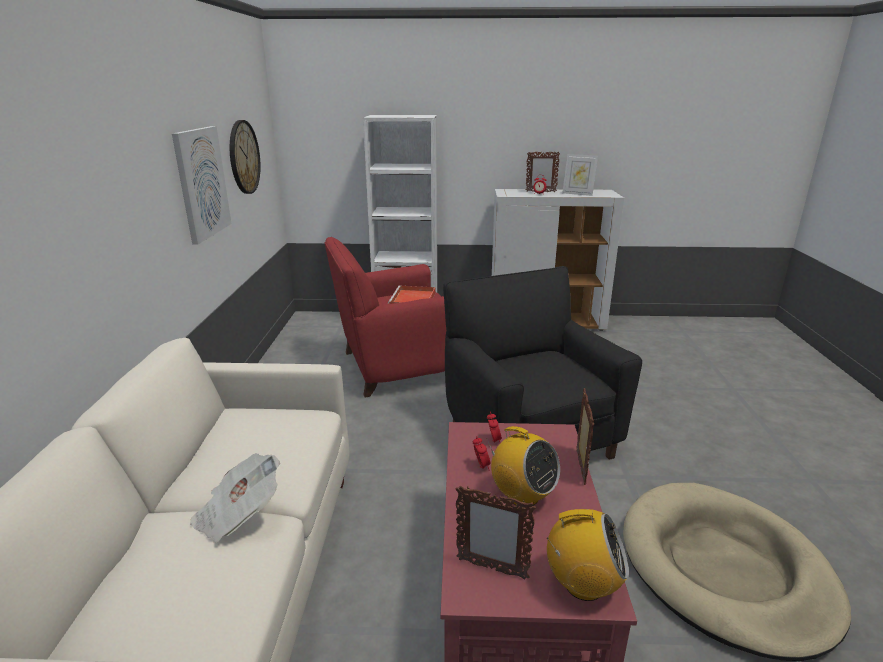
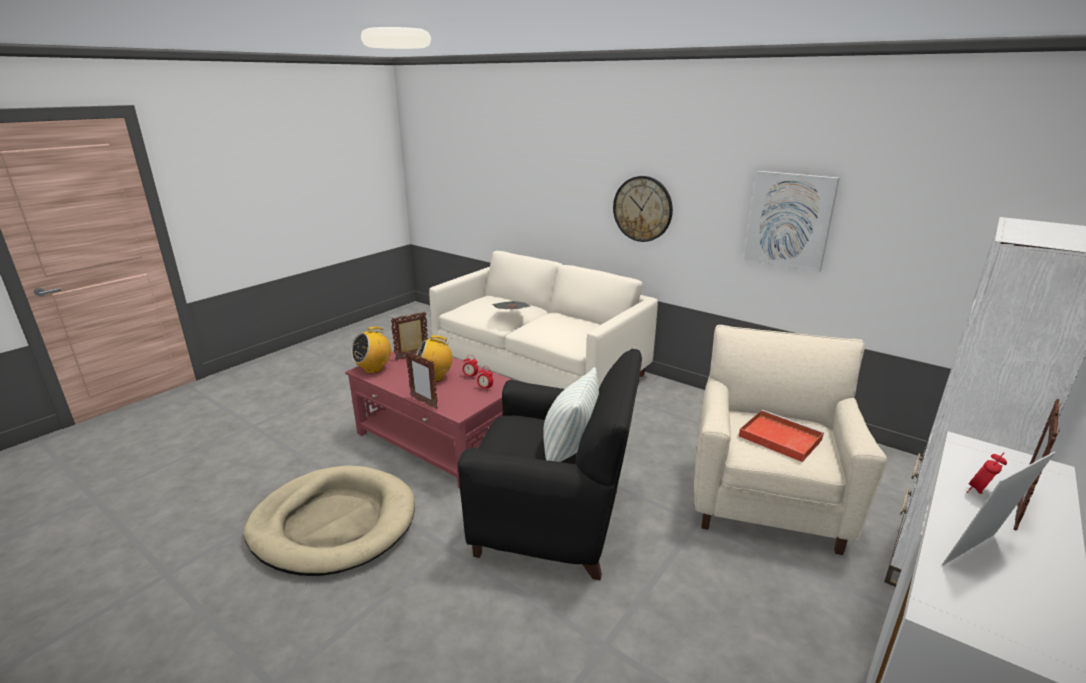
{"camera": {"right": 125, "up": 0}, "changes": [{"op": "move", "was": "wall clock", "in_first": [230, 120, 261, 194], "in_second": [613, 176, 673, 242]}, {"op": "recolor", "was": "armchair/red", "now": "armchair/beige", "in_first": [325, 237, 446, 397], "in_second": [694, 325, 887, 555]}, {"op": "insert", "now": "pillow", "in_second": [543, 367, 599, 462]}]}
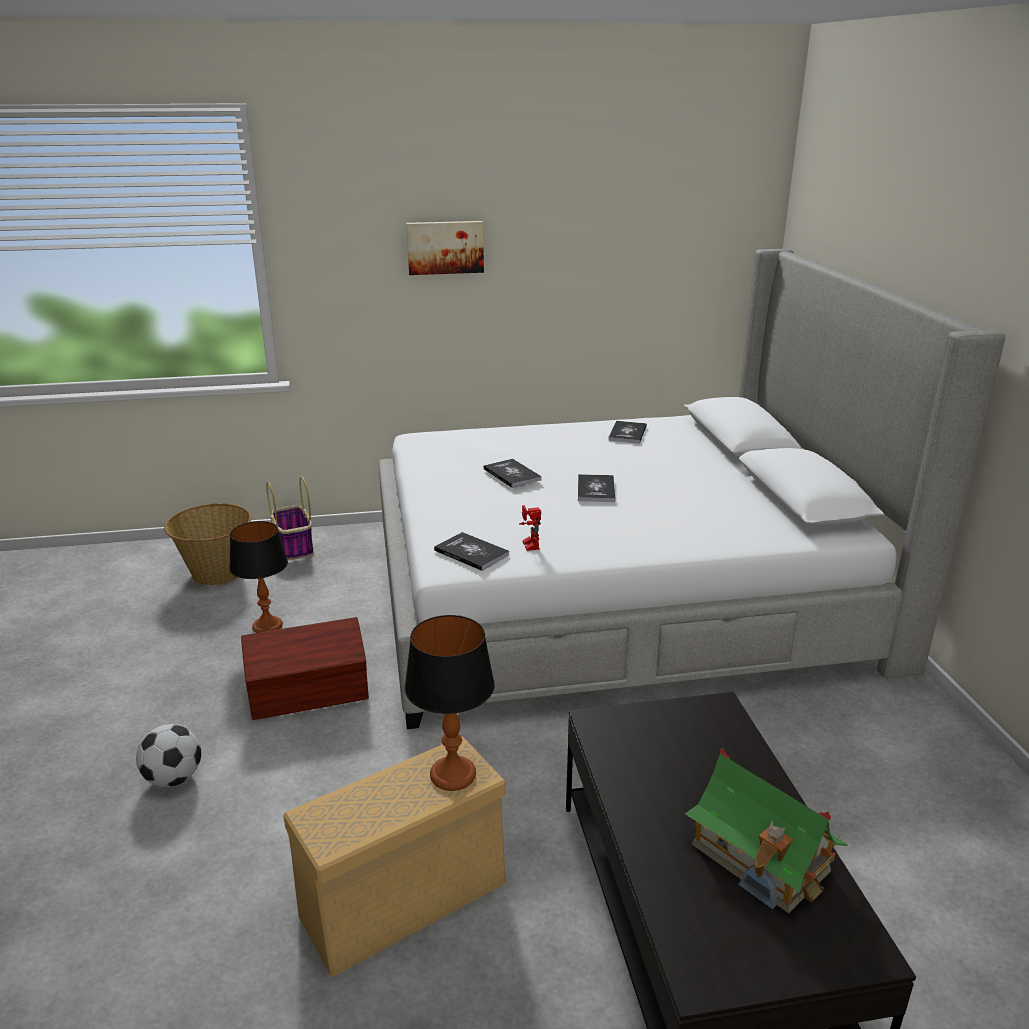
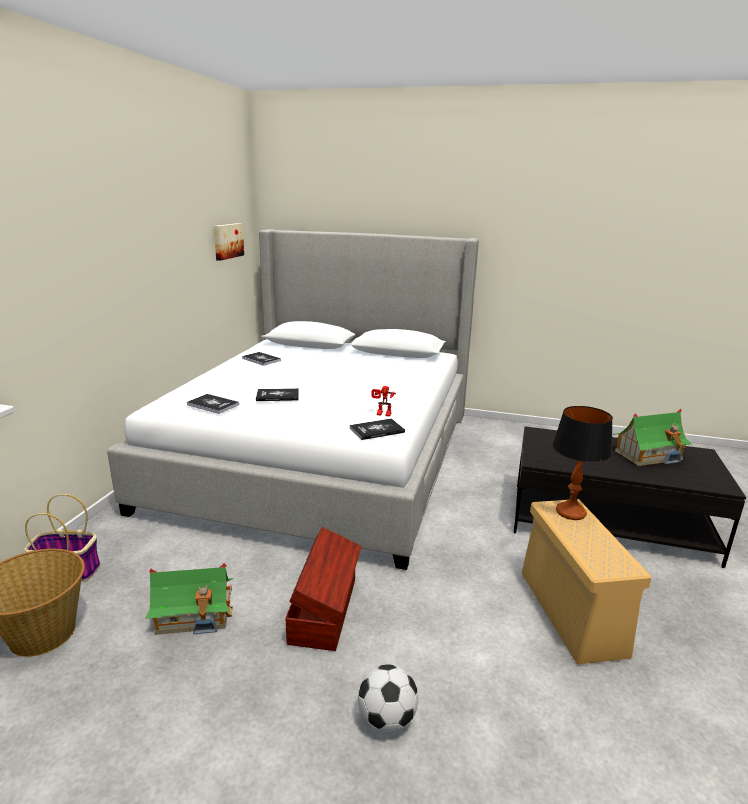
{"camera": {"right": -65, "up": -5}, "changes": [{"op": "move", "was": "picture", "in_first": [406, 221, 484, 275], "in_second": [214, 223, 244, 261]}, {"op": "move", "was": "book", "in_first": [578, 474, 615, 502], "in_second": [187, 394, 239, 414]}, {"op": "replace", "was": "table lamp", "now": "toy house", "in_first": [229, 521, 288, 633], "in_second": [145, 563, 233, 635]}]}
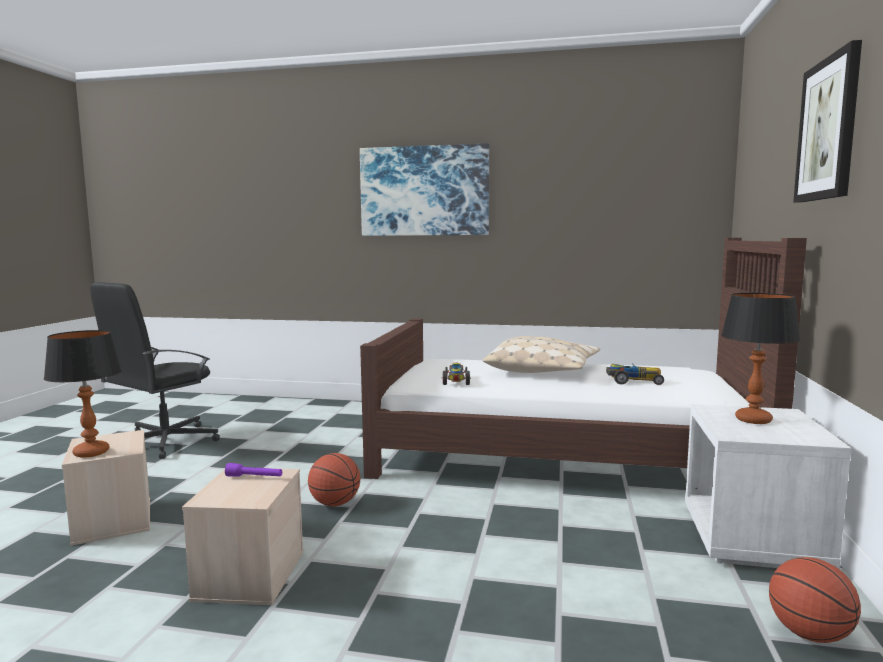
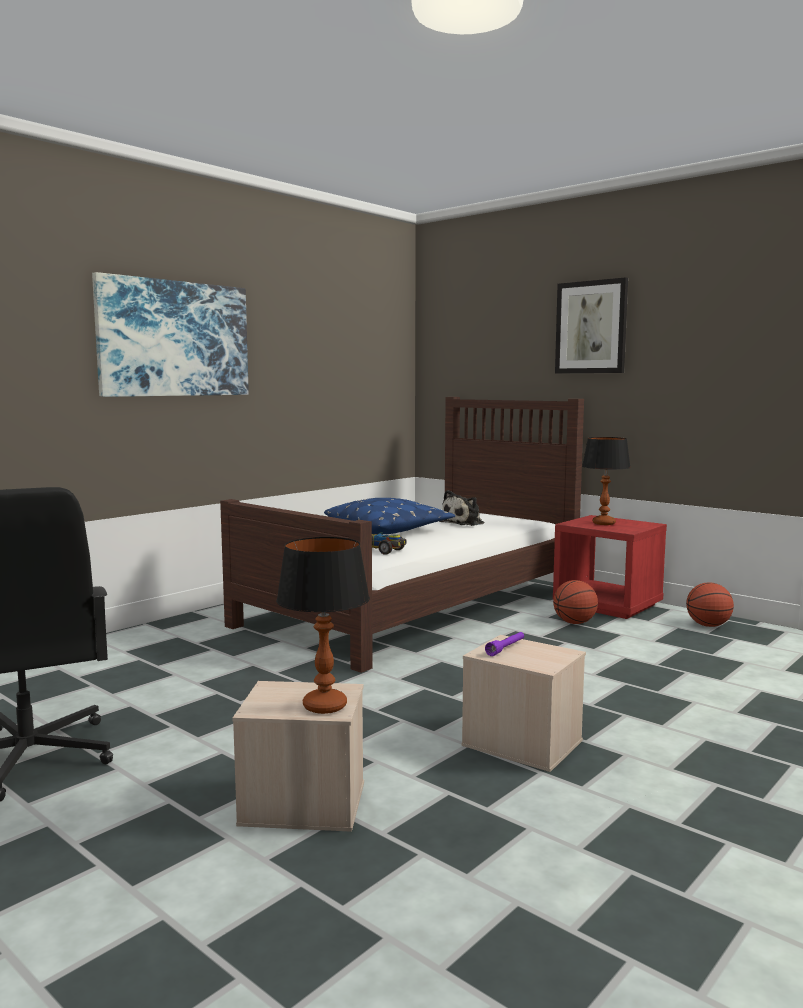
{"camera": {"right": -60, "up": 0}, "changes": [{"op": "recolor", "was": "pillow/beige", "now": "pillow/blue", "in_first": [482, 336, 600, 373], "in_second": [324, 498, 455, 535]}, {"op": "replace", "was": "toy car", "now": "plush toy", "in_first": [606, 364, 664, 385], "in_second": [440, 490, 484, 526]}, {"op": "recolor", "was": "nightstand/white", "now": "nightstand/red", "in_first": [685, 404, 851, 569], "in_second": [553, 515, 667, 619]}, {"op": "move", "was": "basketball", "in_first": [308, 453, 360, 506], "in_second": [553, 580, 598, 624]}]}
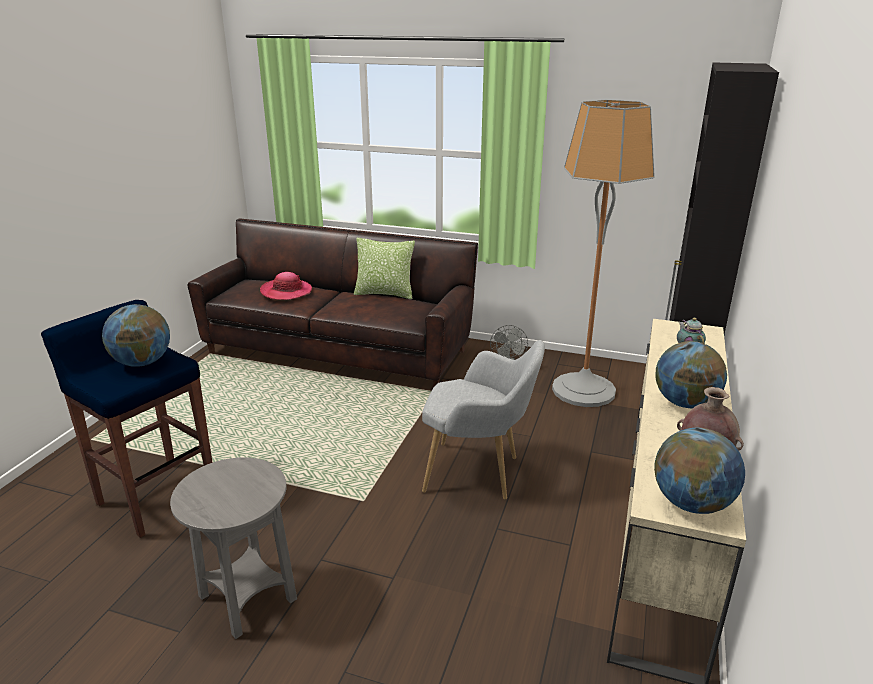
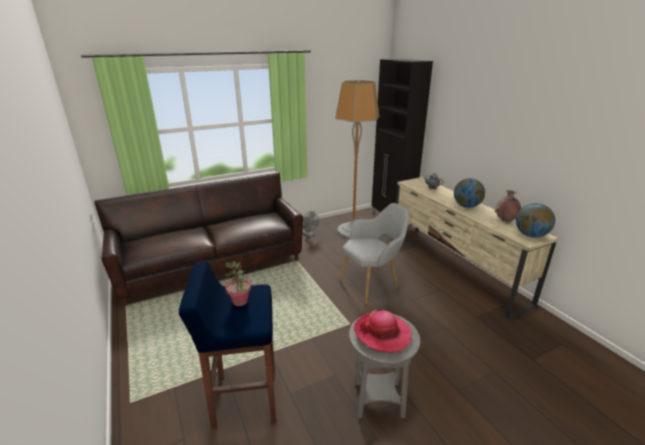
{"camera": {"right": -45, "up": 0}, "changes": [{"op": "delete", "was": "pillow", "in_first": [354, 238, 415, 299]}, {"op": "move", "was": "hat", "in_first": [260, 272, 312, 300], "in_second": [354, 309, 412, 353]}, {"op": "replace", "was": "globe", "now": "potted plant", "in_first": [102, 304, 170, 367], "in_second": [225, 261, 251, 306]}]}
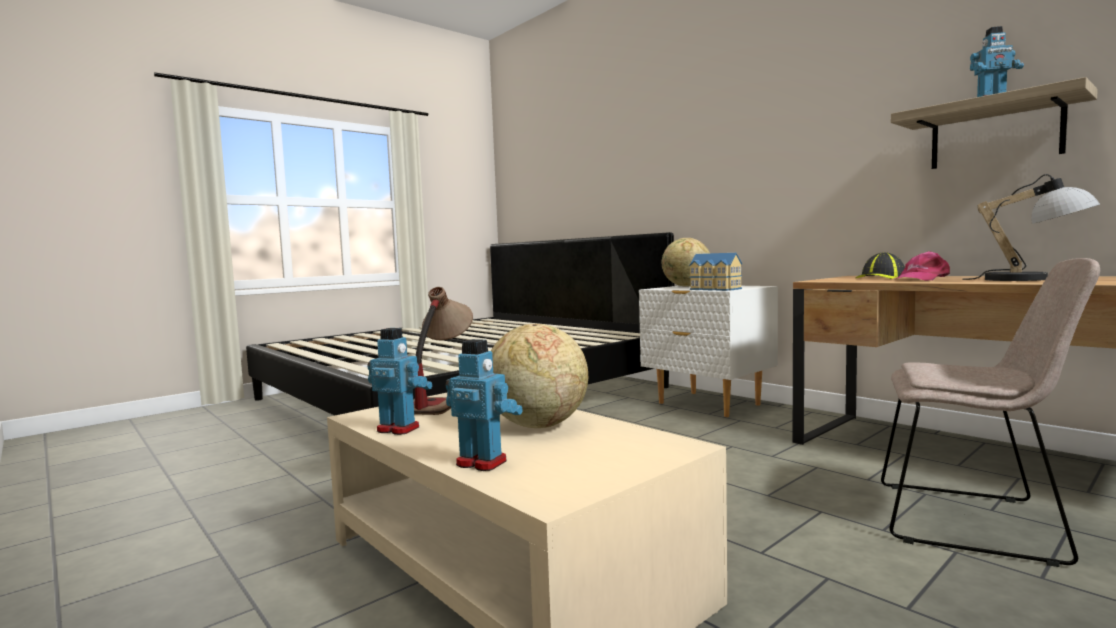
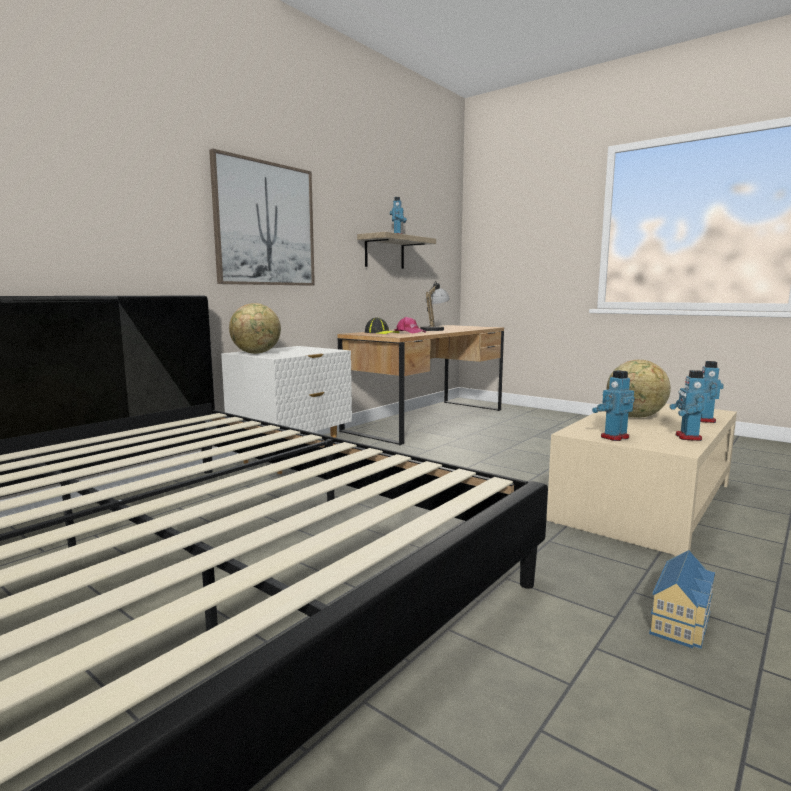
{"camera": {"right": -100, "up": 5}, "changes": [{"op": "move", "was": "toy house", "in_first": [689, 253, 742, 291], "in_second": [649, 550, 715, 649]}, {"op": "delete", "was": "chair/beige", "in_first": [881, 258, 1100, 567]}, {"op": "replace", "was": "table lamp", "now": "toy robot", "in_first": [413, 287, 473, 415], "in_second": [592, 370, 635, 441]}, {"op": "insert", "now": "picture", "in_second": [209, 149, 315, 286]}]}
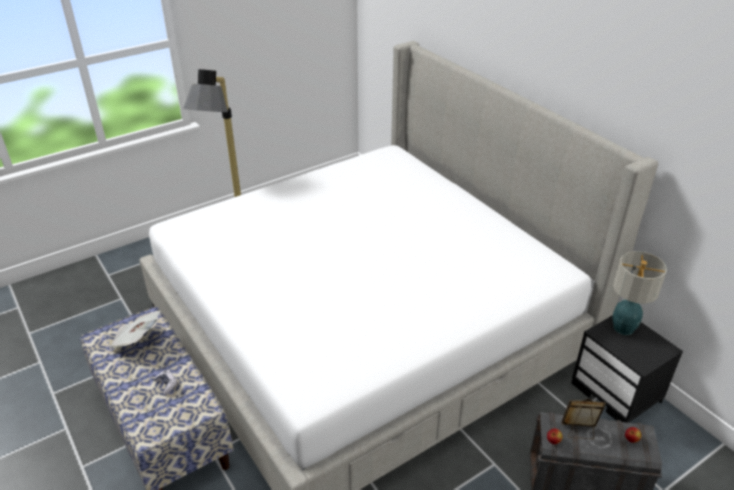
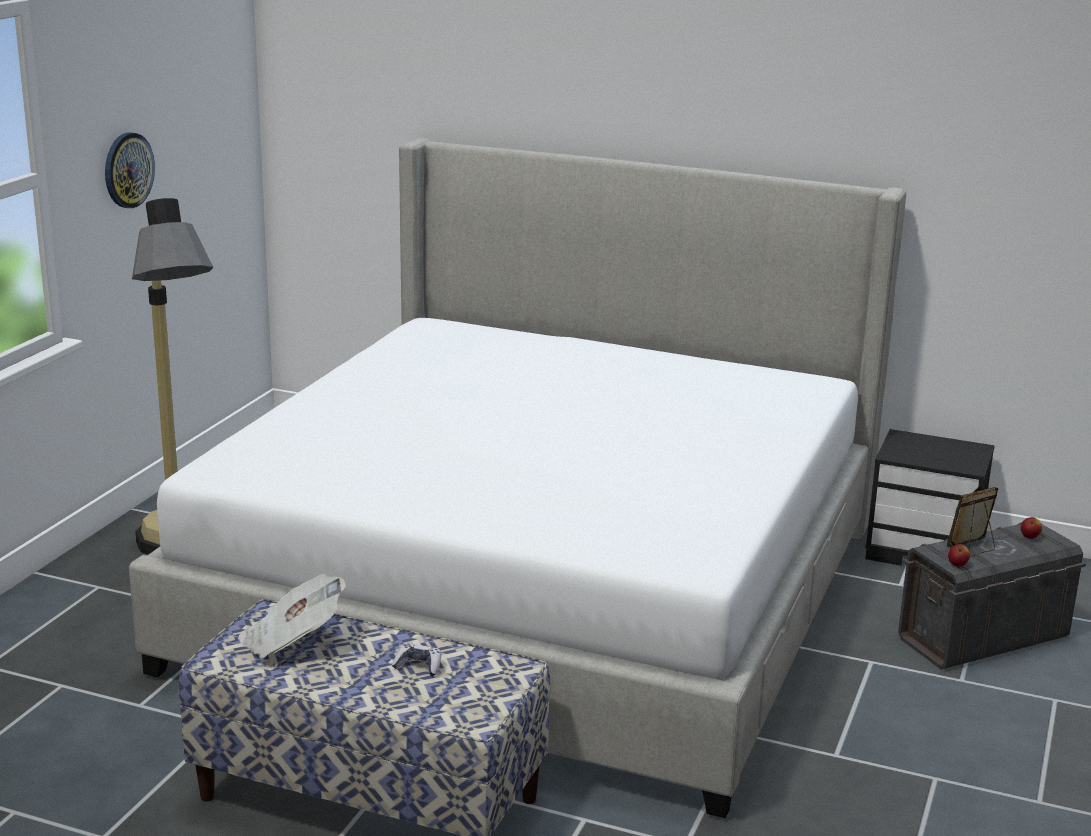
{"camera": {"right": -35, "up": -15}, "changes": [{"op": "delete", "was": "table lamp", "in_first": [613, 251, 667, 335]}, {"op": "insert", "now": "wall clock", "in_second": [105, 132, 155, 208]}]}
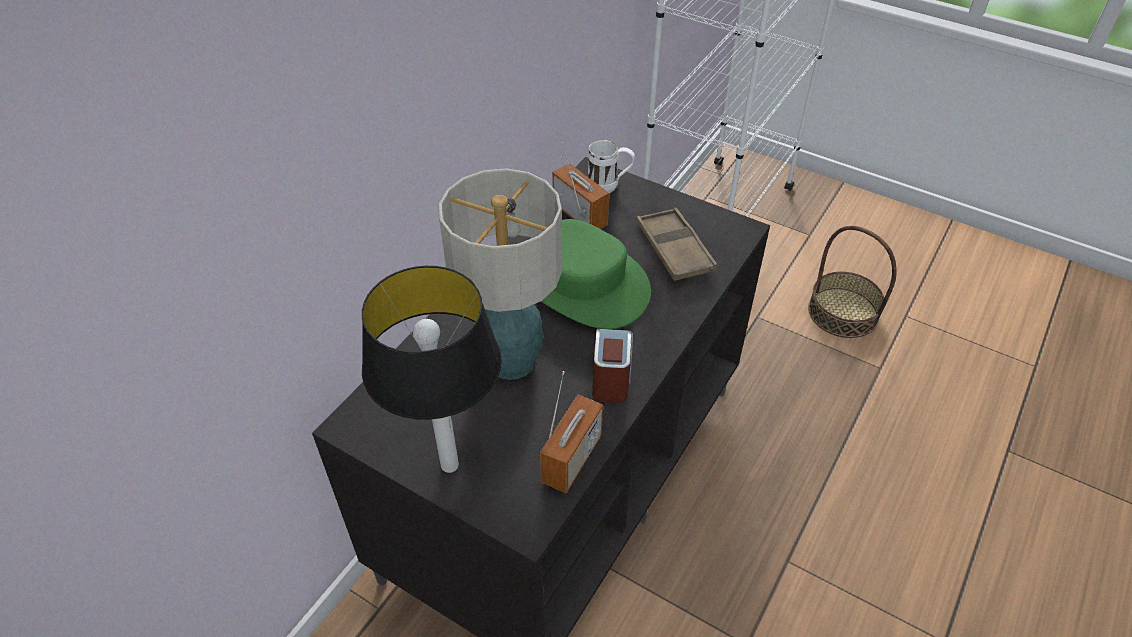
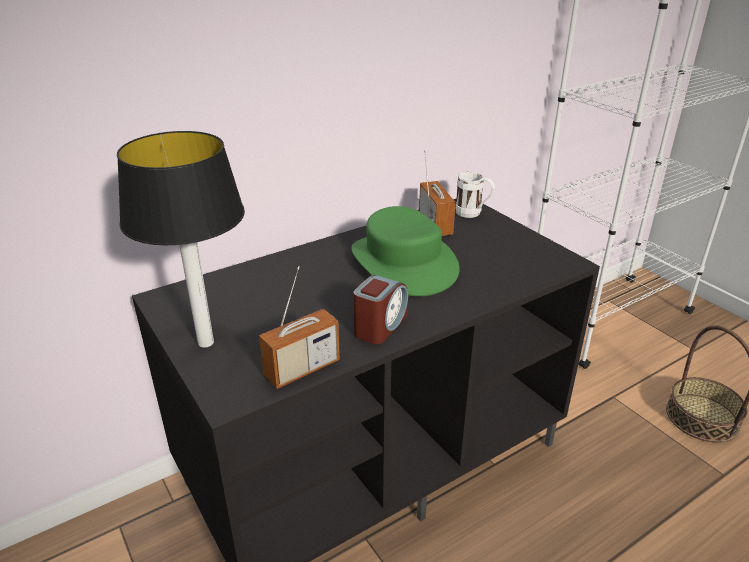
{"camera": {"right": 25, "up": -15}, "changes": [{"op": "delete", "was": "table lamp", "in_first": [438, 169, 562, 380]}, {"op": "delete", "was": "tray/brown", "in_first": [636, 207, 717, 281]}]}
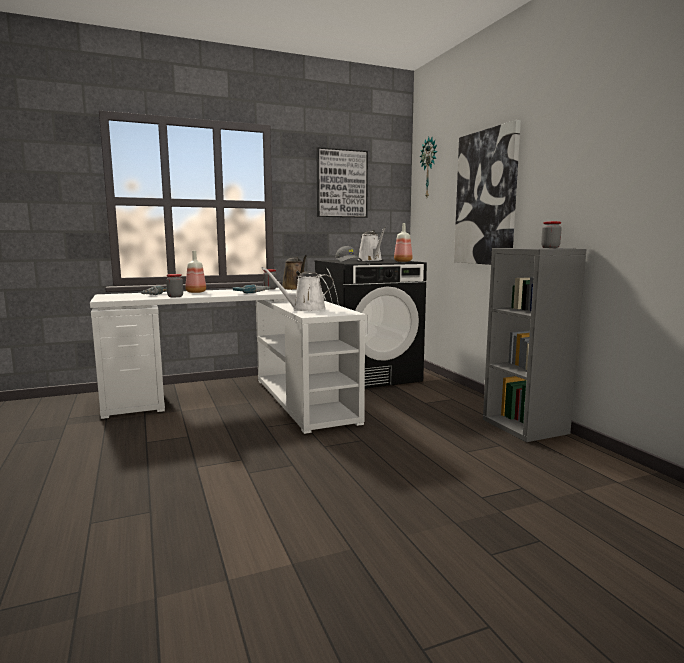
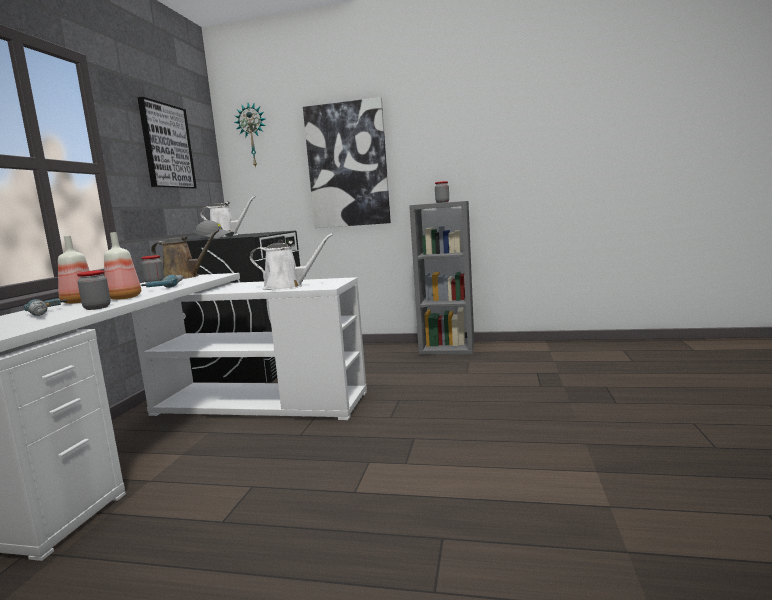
{"camera": {"right": -55, "up": 0}, "changes": [{"op": "move", "was": "bottle", "in_first": [394, 223, 413, 262], "in_second": [104, 232, 141, 300]}, {"op": "rotate", "was": "watering can/white", "in_first": [261, 267, 334, 311], "in_second": [250, 233, 333, 290], "clockwise": -120}]}
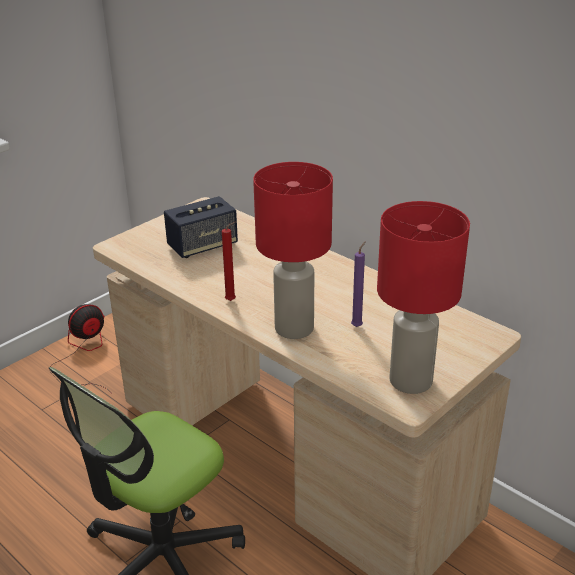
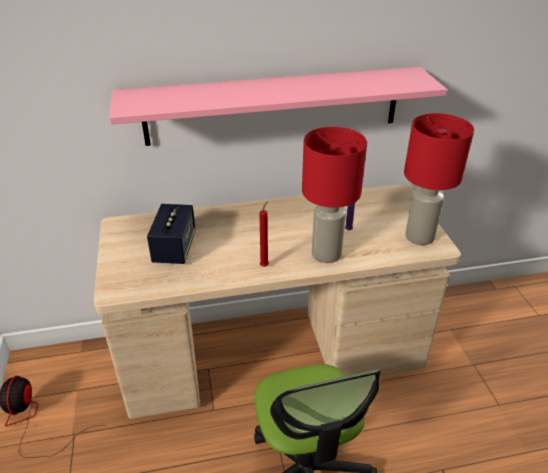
{"camera": {"right": -55, "up": 5}, "changes": [{"op": "insert", "now": "shelf/pink", "in_second": [109, 67, 447, 146]}]}
